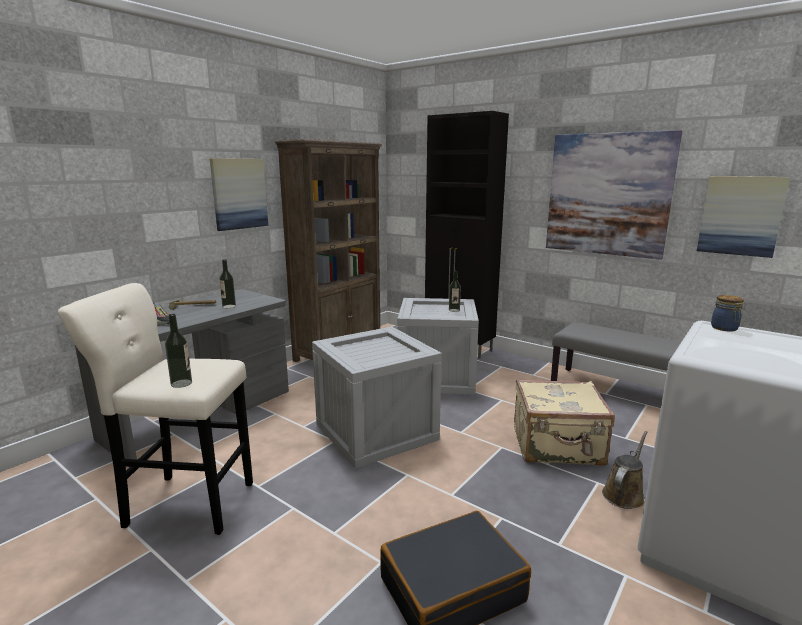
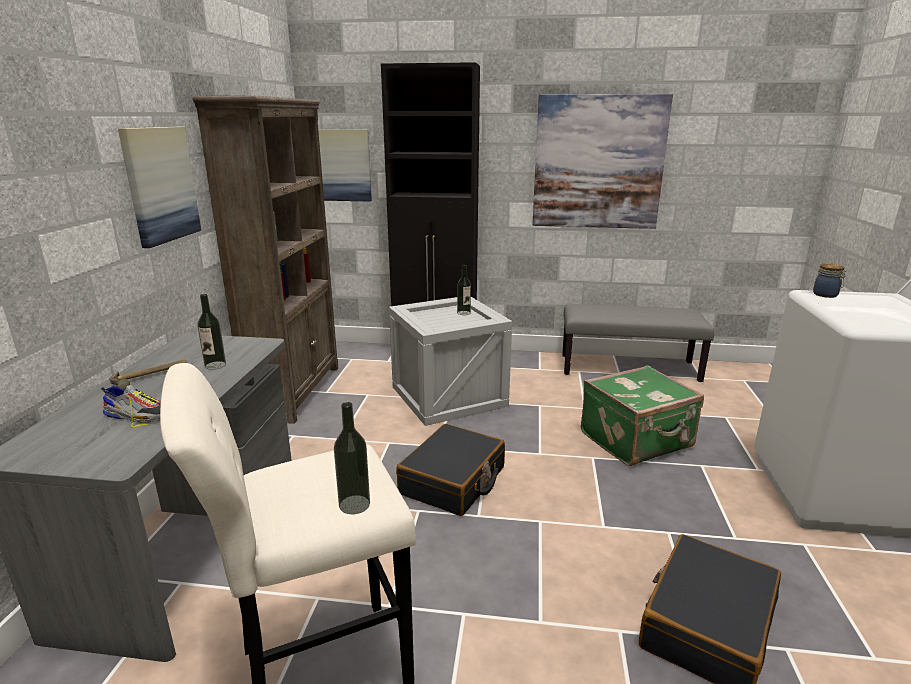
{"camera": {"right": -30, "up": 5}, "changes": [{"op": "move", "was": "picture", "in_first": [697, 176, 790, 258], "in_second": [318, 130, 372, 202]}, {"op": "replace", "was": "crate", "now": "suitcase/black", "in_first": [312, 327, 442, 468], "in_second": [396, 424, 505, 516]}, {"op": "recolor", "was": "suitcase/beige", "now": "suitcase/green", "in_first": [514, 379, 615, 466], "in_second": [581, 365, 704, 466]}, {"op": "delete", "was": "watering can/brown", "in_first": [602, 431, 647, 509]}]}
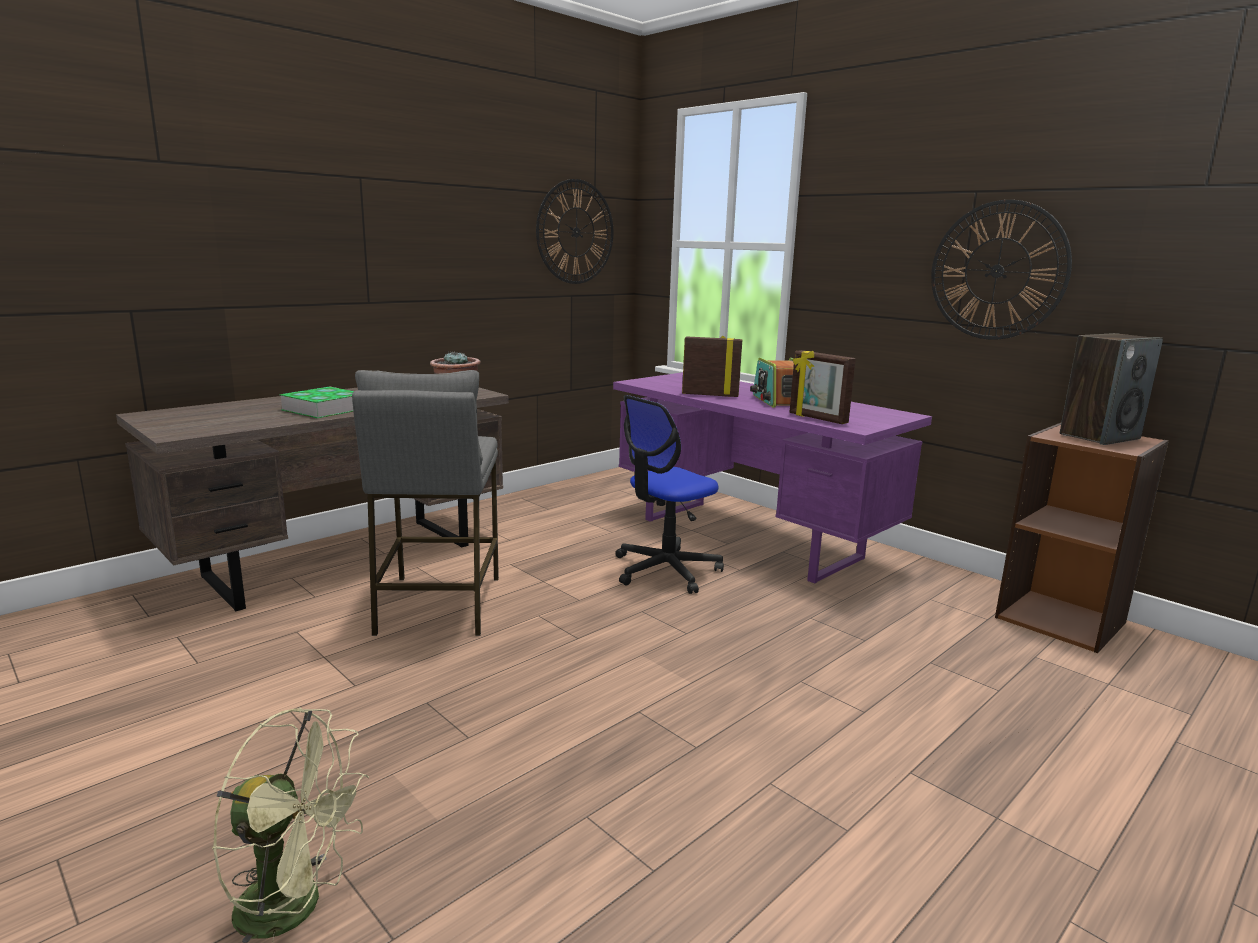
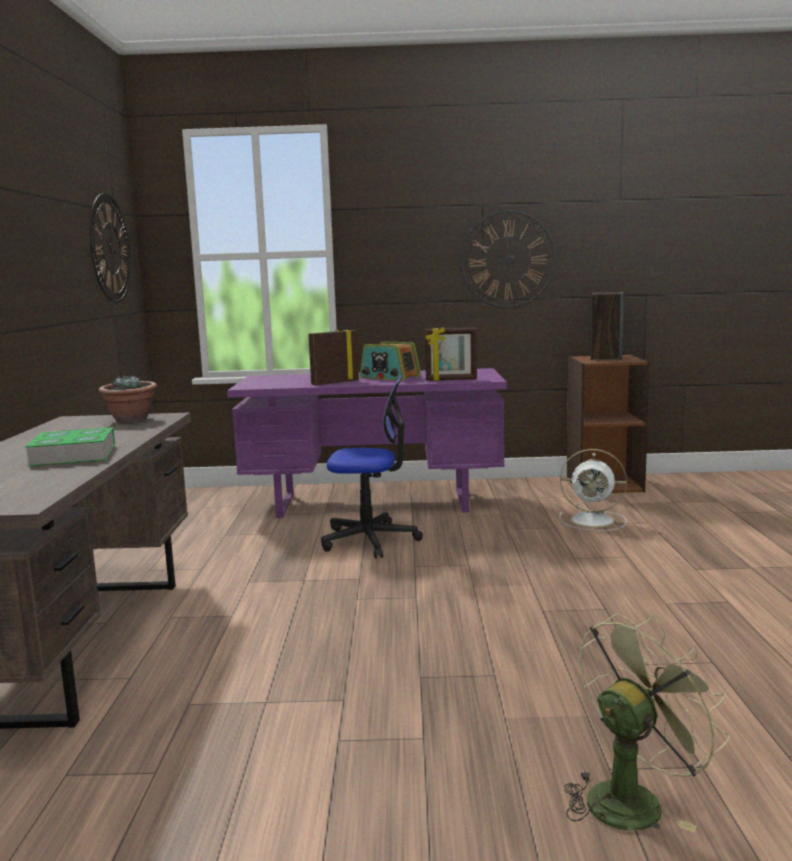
{"camera": {"right": -45, "up": -5}, "changes": [{"op": "delete", "was": "stool/grey", "in_first": [352, 370, 499, 636]}, {"op": "rotate", "was": "office chair", "in_first": [615, 395, 724, 594], "in_second": [321, 375, 423, 559], "clockwise": -90}, {"op": "insert", "now": "fan/white", "in_second": [559, 449, 627, 531]}]}
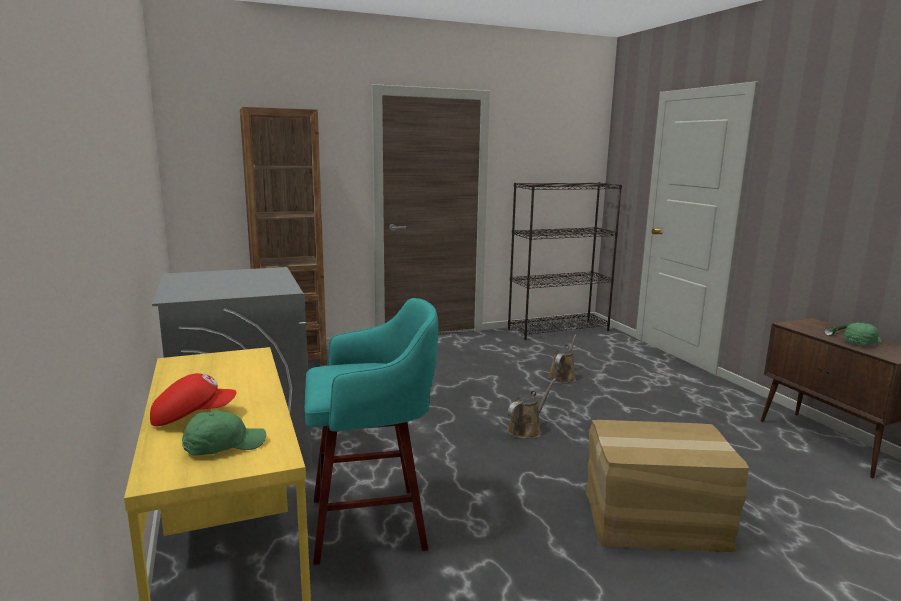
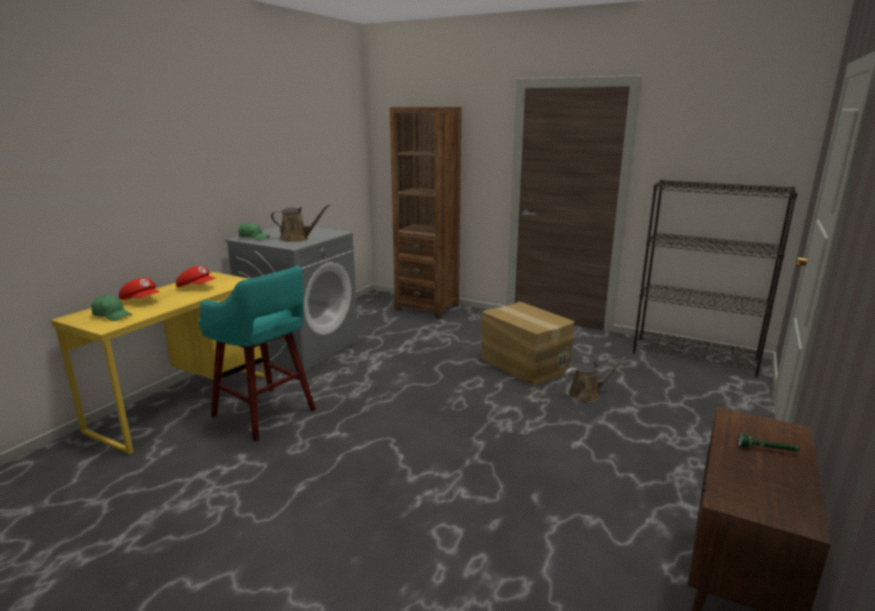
{"camera": {"right": 50, "up": 5}, "changes": [{"op": "move", "was": "cap/green", "in_first": [844, 322, 882, 345], "in_second": [239, 222, 270, 240]}, {"op": "move", "was": "watering can/brown", "in_first": [507, 378, 556, 439], "in_second": [271, 204, 330, 242]}, {"op": "move", "was": "cardboard box", "in_first": [586, 420, 749, 552], "in_second": [481, 302, 575, 385]}, {"op": "insert", "now": "cap/red", "in_second": [176, 266, 215, 287]}]}
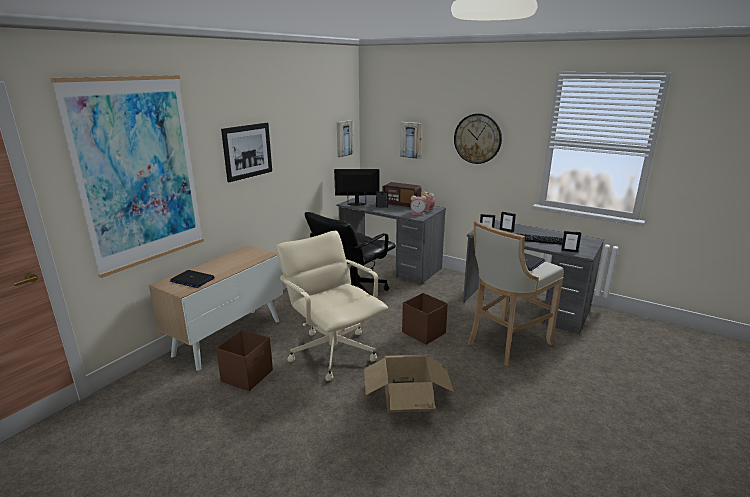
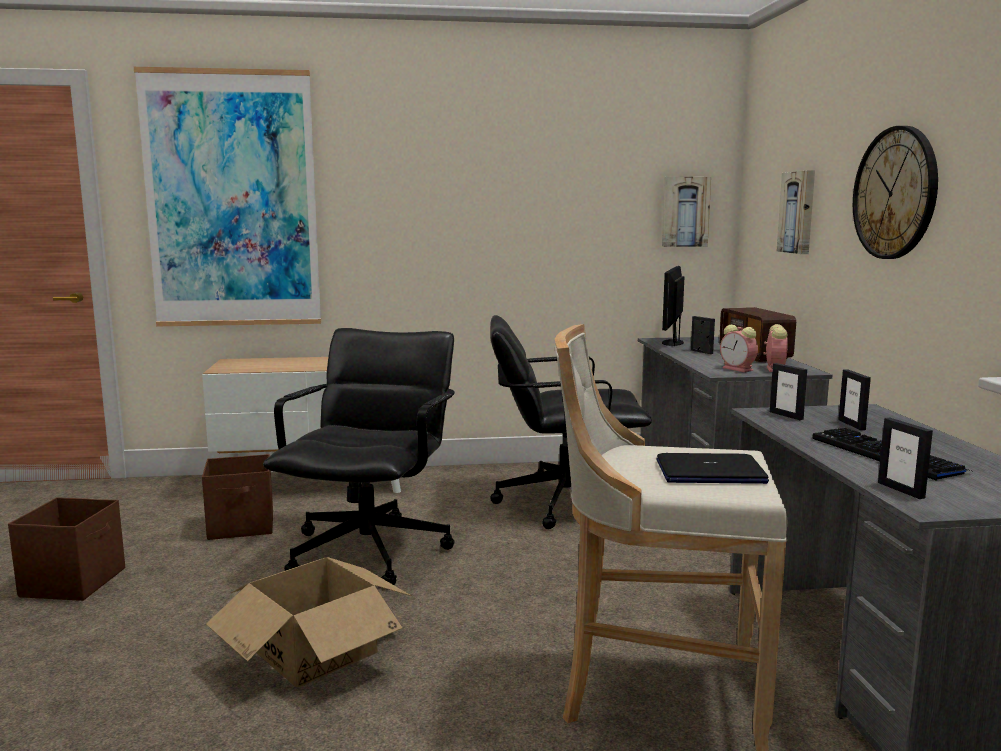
{"camera": {"right": 50, "up": -10}, "changes": [{"op": "delete", "was": "picture", "in_first": [221, 123, 272, 182]}, {"op": "rotate", "was": "monitor", "in_first": [334, 169, 380, 206], "in_second": [662, 266, 684, 346], "clockwise": -120}, {"op": "recolor", "was": "office chair/beige", "now": "office chair/black", "in_first": [276, 231, 388, 381], "in_second": [263, 328, 455, 585]}, {"op": "delete", "was": "laptop", "in_first": [170, 270, 215, 288]}, {"op": "move", "was": "storage box/brown", "in_first": [402, 293, 448, 345], "in_second": [8, 497, 125, 601]}]}
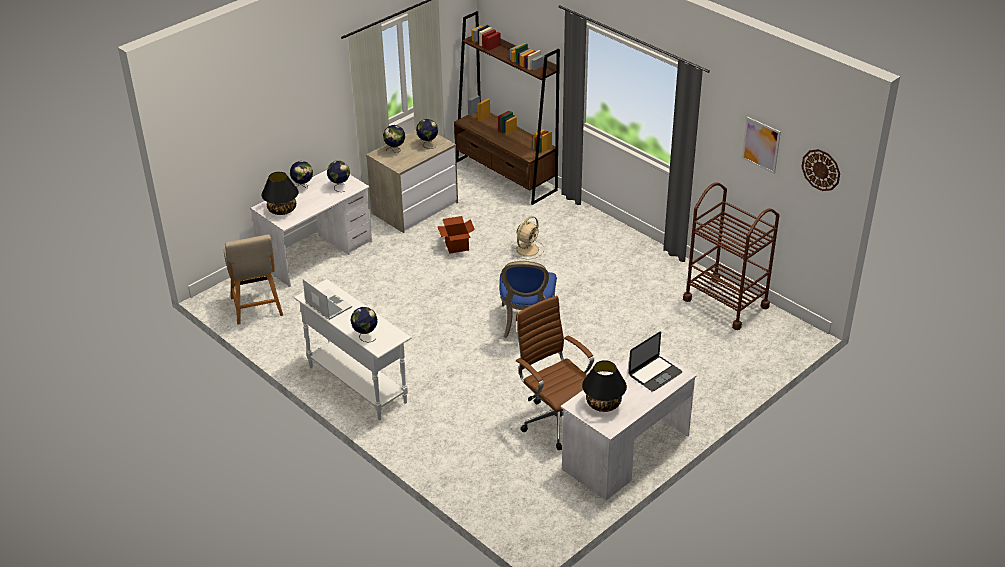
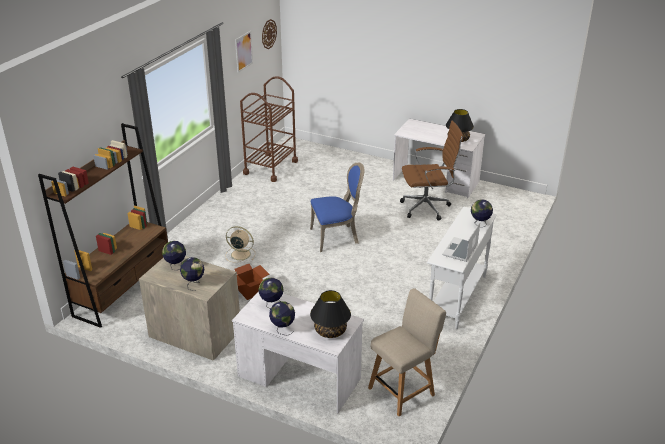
{"camera": {"right": -110, "up": -5}, "changes": [{"op": "rotate", "was": "office chair/brown", "in_first": [515, 296, 594, 450], "in_second": [400, 121, 463, 221], "clockwise": -135}, {"op": "delete", "was": "laptop", "in_first": [629, 331, 682, 392]}]}
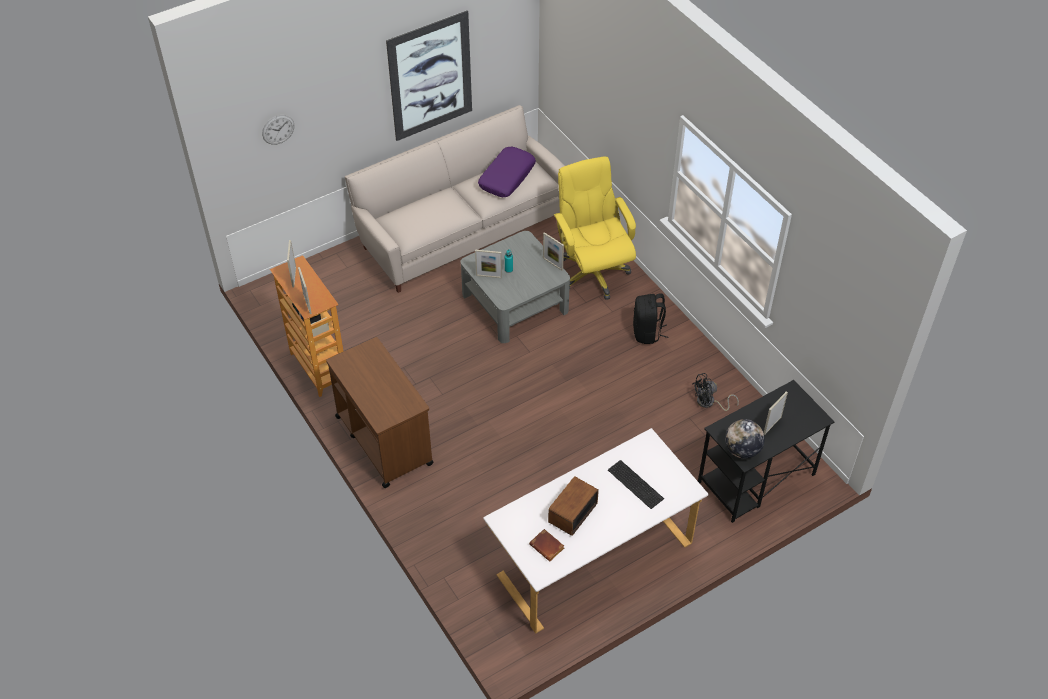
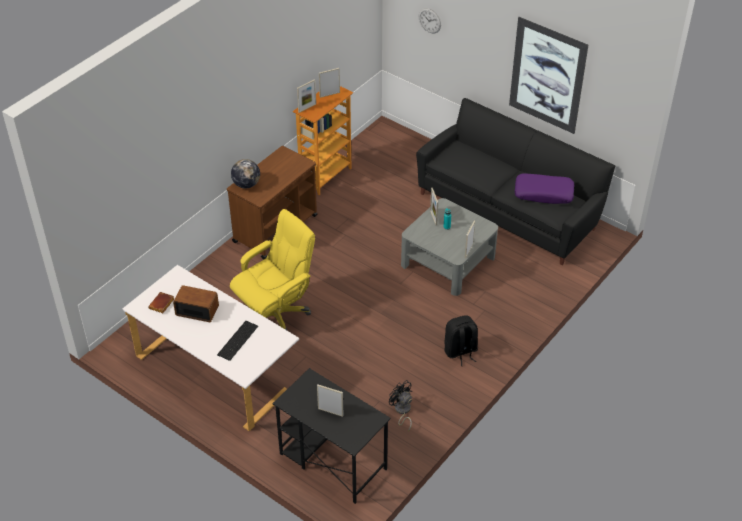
{"camera": {"right": 70, "up": -5}, "changes": [{"op": "recolor", "was": "sofa/beige", "now": "sofa/black", "in_first": [345, 105, 565, 293], "in_second": [416, 98, 615, 265]}, {"op": "move", "was": "office chair/yellow", "in_first": [554, 156, 636, 300], "in_second": [230, 209, 315, 330]}, {"op": "move", "was": "globe", "in_first": [725, 419, 765, 459], "in_second": [231, 159, 260, 189]}]}
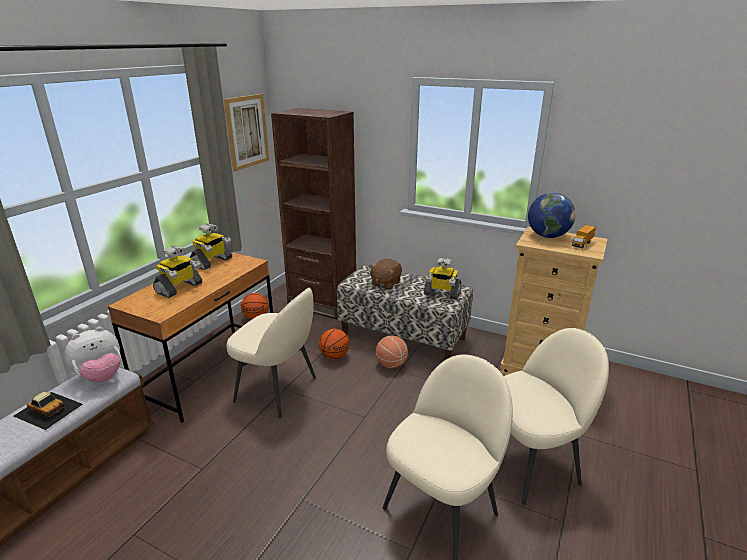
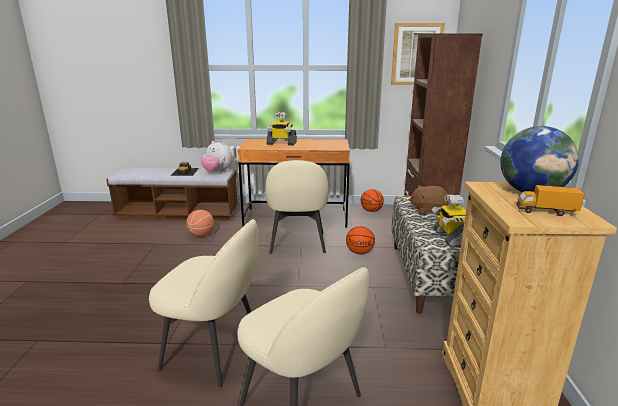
{"camera": {"right": 65, "up": -5}, "changes": [{"op": "delete", "was": "toy robot", "in_first": [190, 223, 232, 270]}, {"op": "move", "was": "basketball", "in_first": [376, 336, 408, 368], "in_second": [186, 210, 214, 236]}]}
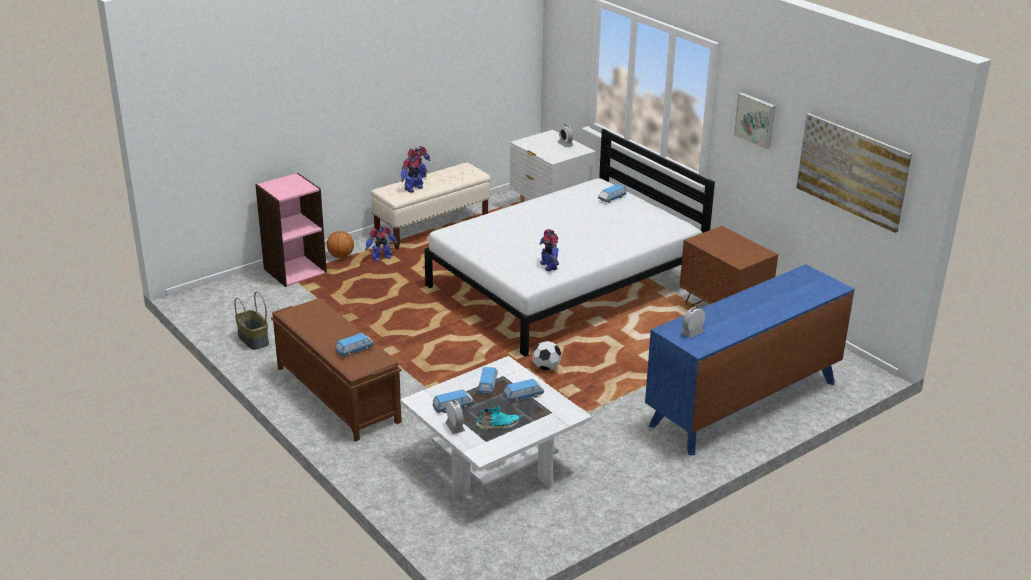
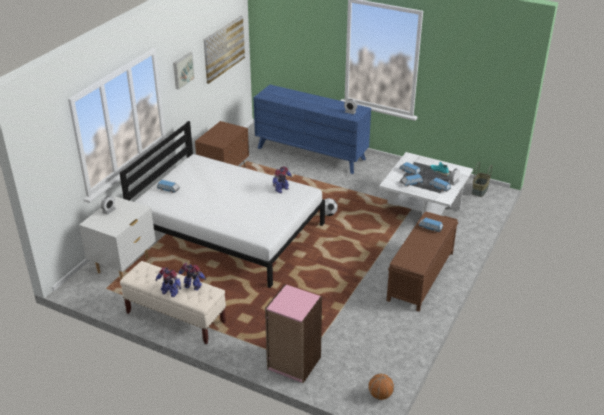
{"camera": {"right": -115, "up": 5}, "changes": [{"op": "delete", "was": "toy robot", "in_first": [365, 226, 398, 262]}, {"op": "move", "was": "basketball", "in_first": [327, 231, 354, 258], "in_second": [369, 374, 394, 400]}, {"op": "move", "was": "basket", "in_first": [234, 292, 269, 350], "in_second": [472, 162, 492, 197]}]}
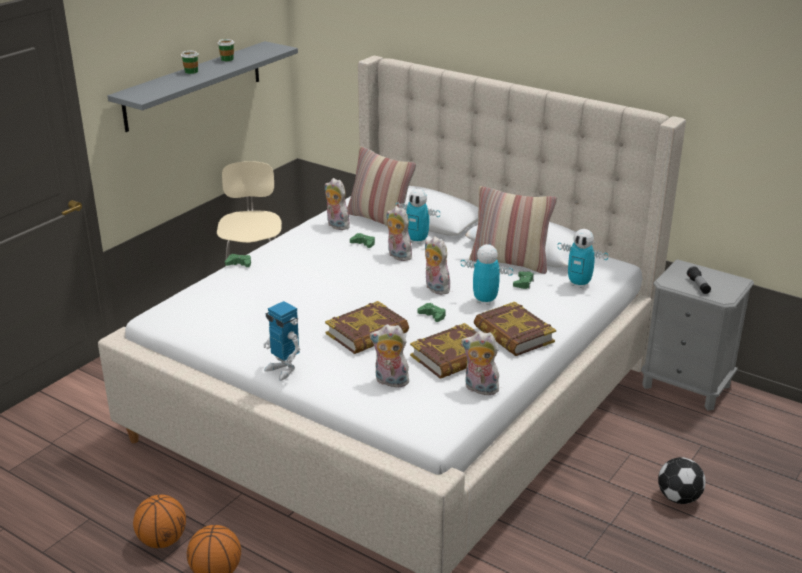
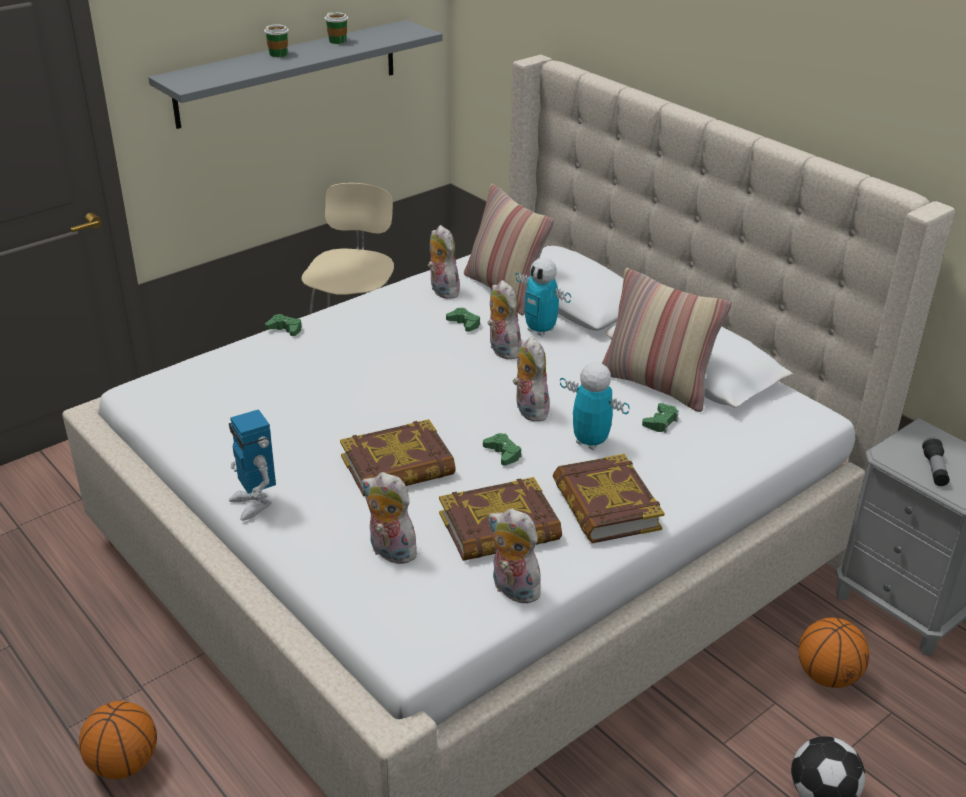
{"camera": {"right": 15, "up": 5}, "changes": [{"op": "delete", "was": "toy robot", "in_first": [558, 229, 608, 288]}, {"op": "move", "was": "basketball", "in_first": [133, 495, 186, 548], "in_second": [799, 618, 869, 688]}]}
